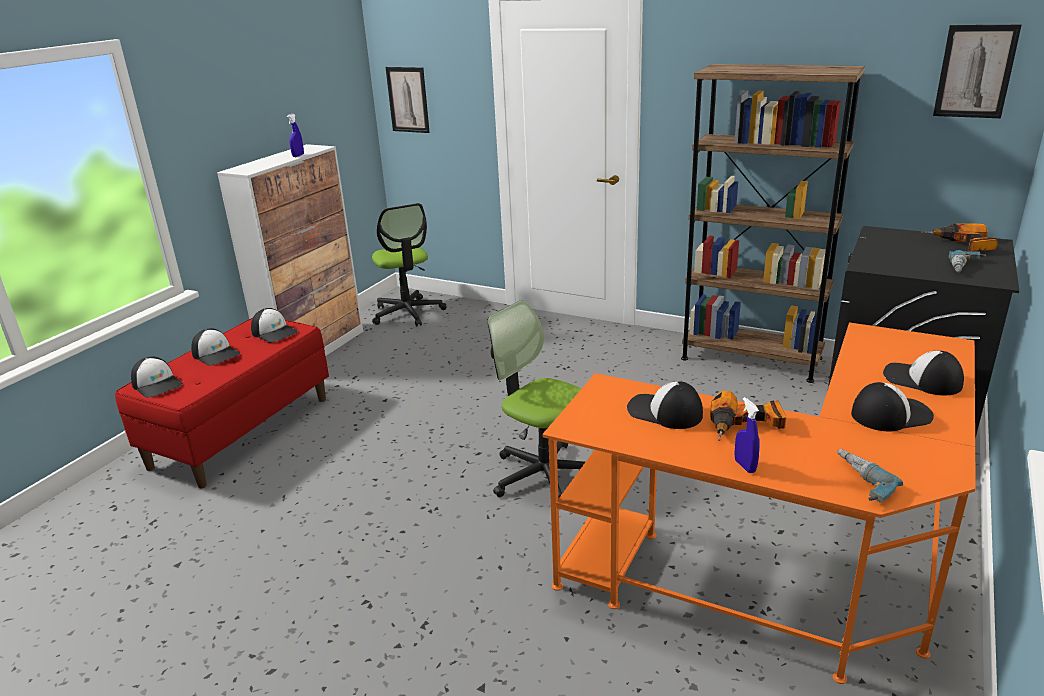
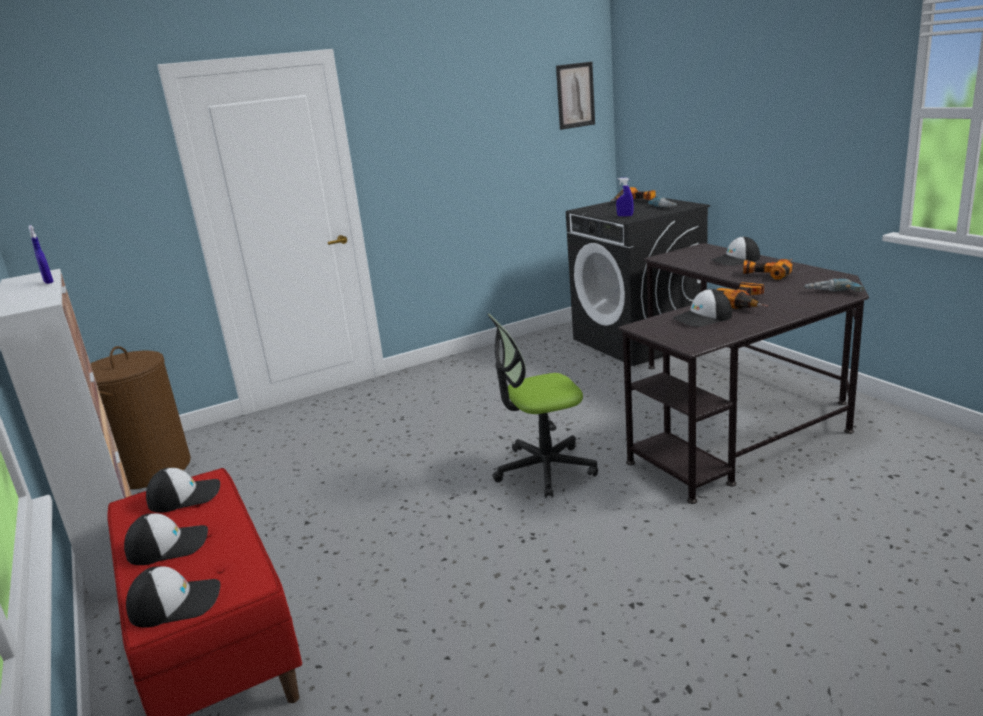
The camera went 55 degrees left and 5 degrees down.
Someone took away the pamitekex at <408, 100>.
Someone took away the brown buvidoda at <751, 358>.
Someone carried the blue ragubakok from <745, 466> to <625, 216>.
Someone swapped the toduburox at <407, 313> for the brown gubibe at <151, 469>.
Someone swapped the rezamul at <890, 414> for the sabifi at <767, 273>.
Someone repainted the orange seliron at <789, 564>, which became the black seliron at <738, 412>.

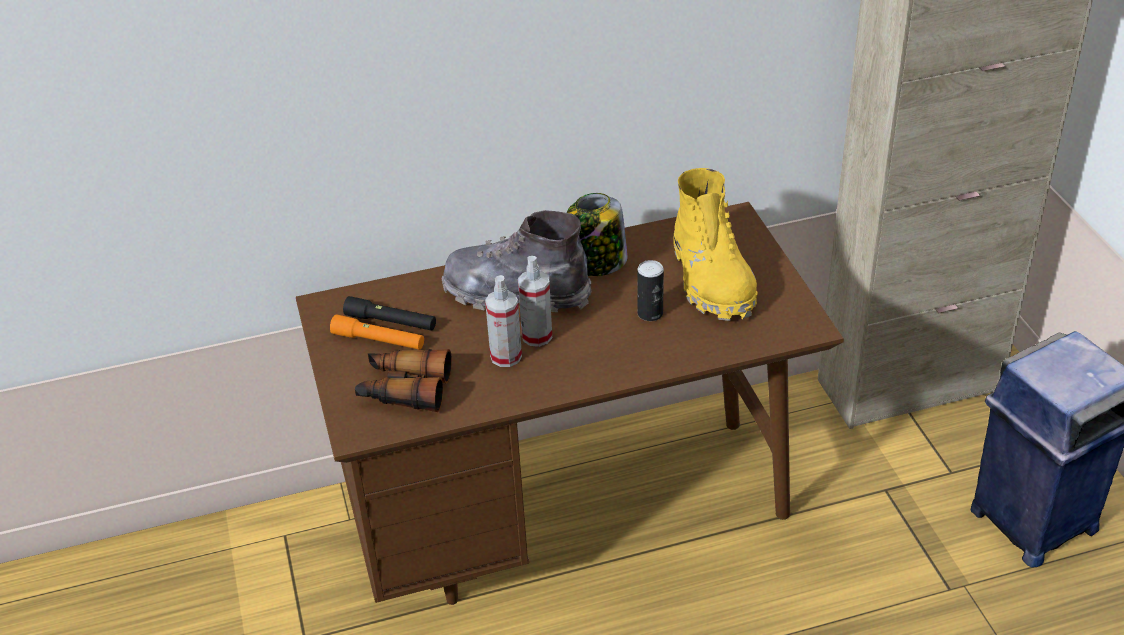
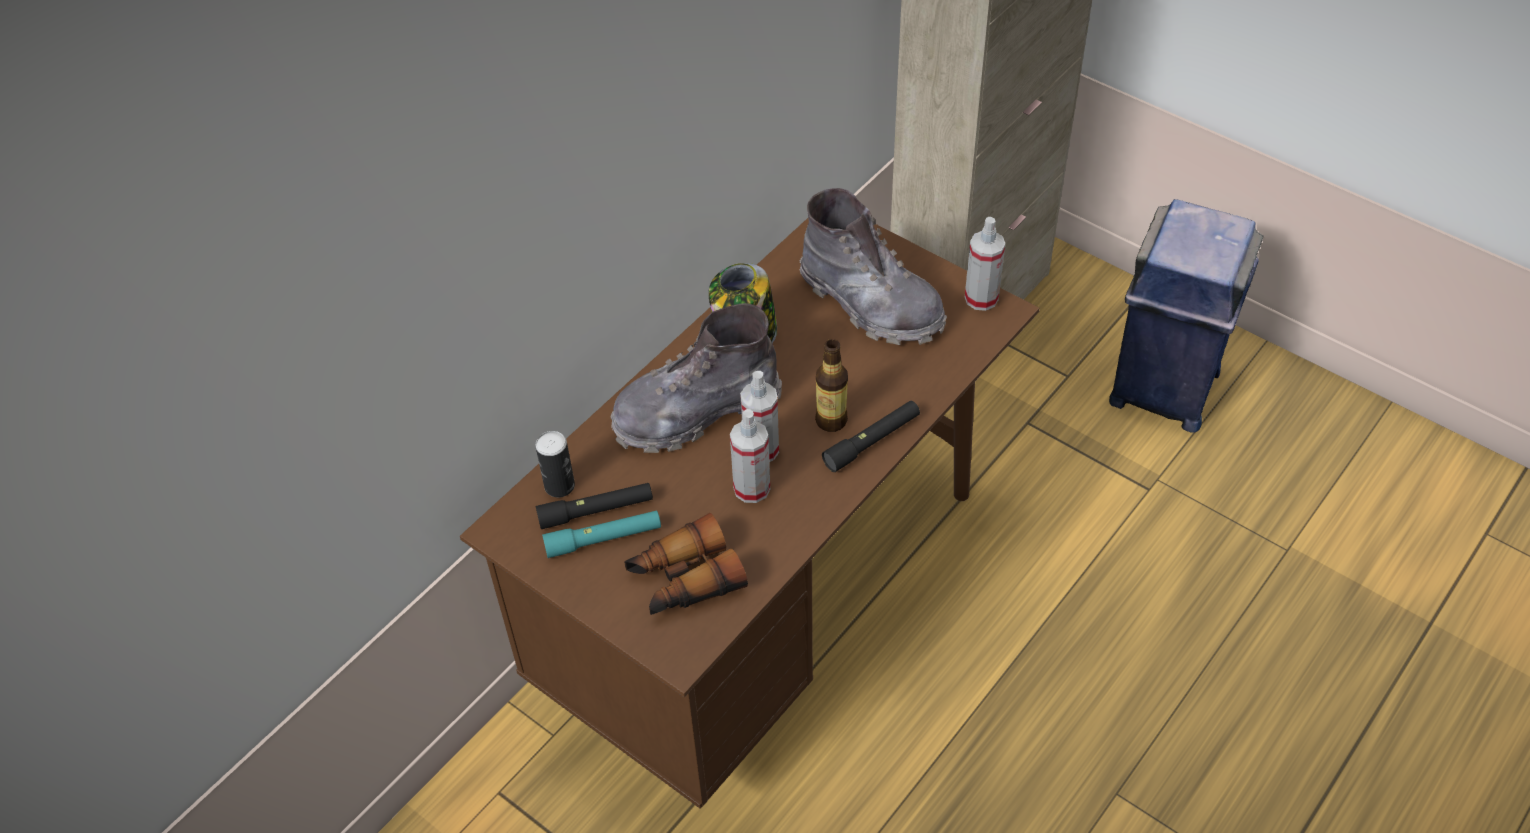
The camera went 35 degrees left and 10 degrees up.
Someone put down the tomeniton at <831, 420>.
Someone put down the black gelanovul at <872, 441>.
Someone put down the ragubakok at <981, 298>.
Someone carried the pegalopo from <650, 313> to <559, 486>.
Someone repainted the orange gelanovul at <378, 340>, which became the turquoise gelanovul at <603, 539>.
Someone repainted the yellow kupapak at <712, 280>, which became the grey kupapak at <871, 303>.

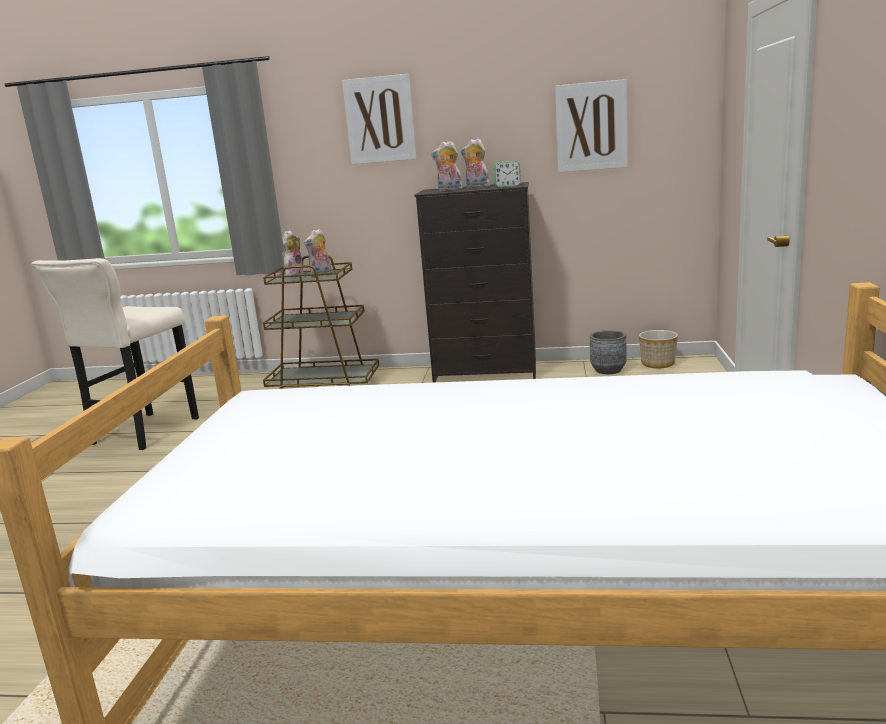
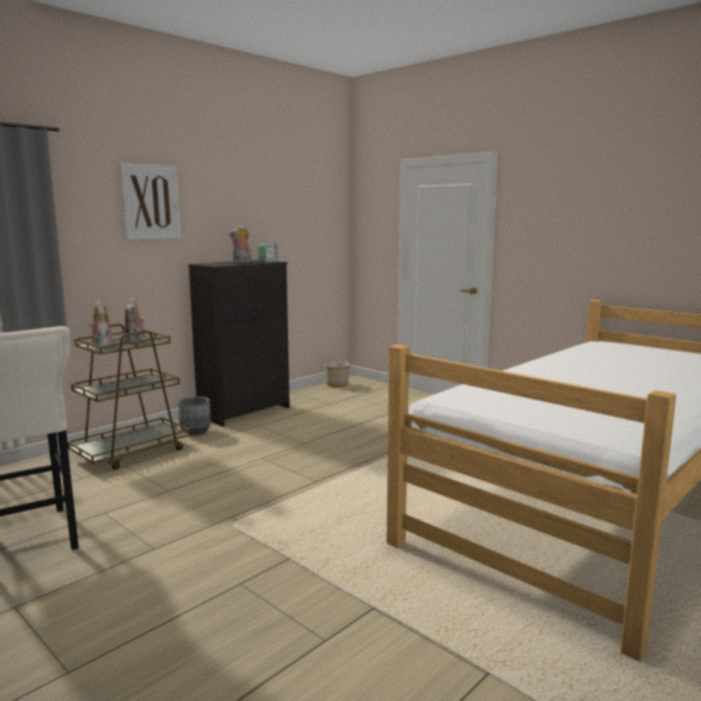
The camera went 55 degrees left and 5 degrees down.
Someone took away the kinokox at <449, 190>.
Someone took away the pamitekex at <591, 126>.
Someone carried the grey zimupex from <608, 370> to <195, 431>.

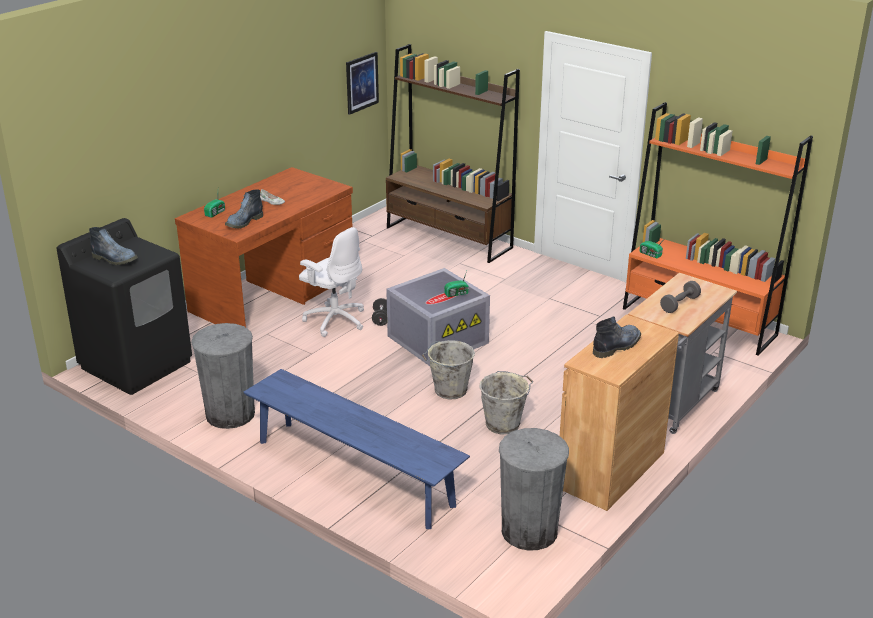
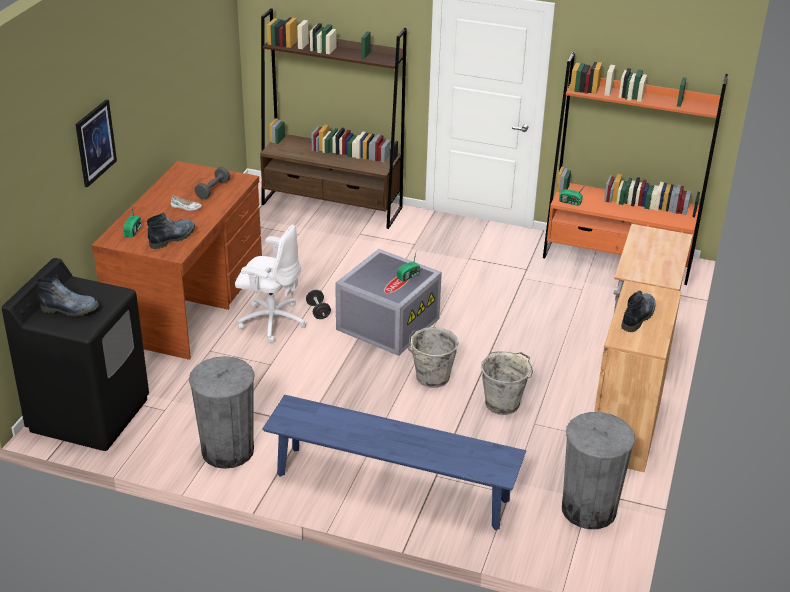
The camera went 20 degrees left and 5 degrees up.
Someone carried the pamitekex from <361, 82> to <95, 143>.
Someone carried the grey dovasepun from <679, 304> to <213, 190>.
Someone rotated the kupapak at <244, 222> by 150 degrees counterclockwise.

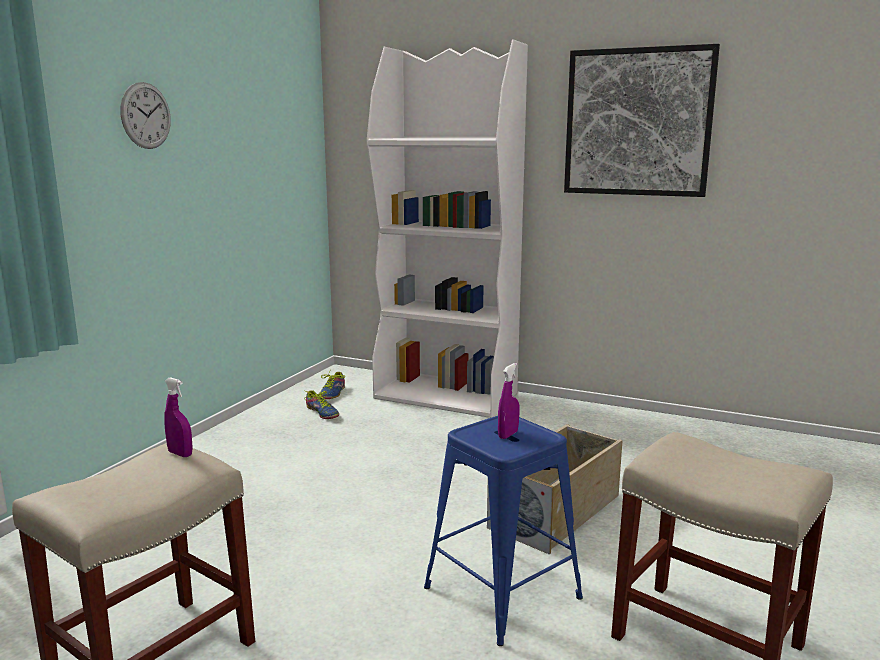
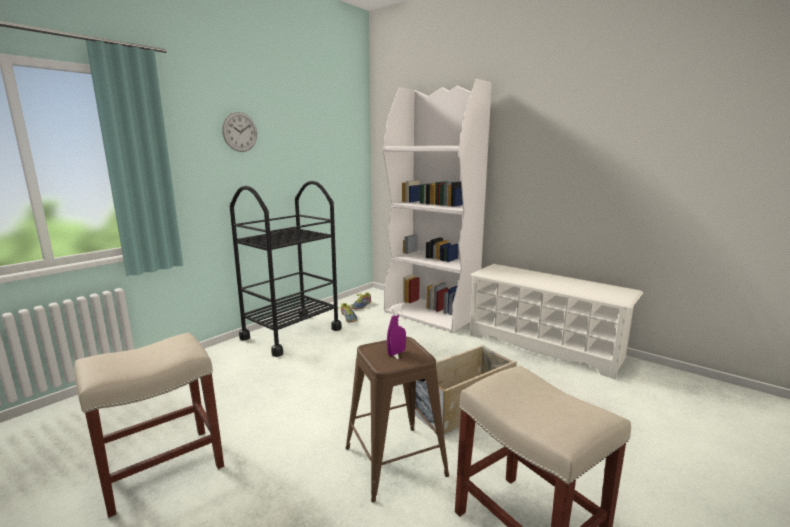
The camera went 15 degrees right and 0 degrees up.
Someone took away the purple ragubakok at <180, 454>.
Someone took away the pamitekex at <637, 122>.
Someone put down the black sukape at <291, 333>.
Someone put down the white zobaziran at <544, 346>.
Someone repainted the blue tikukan at <502, 593>, which became the brown tikukan at <395, 461>.

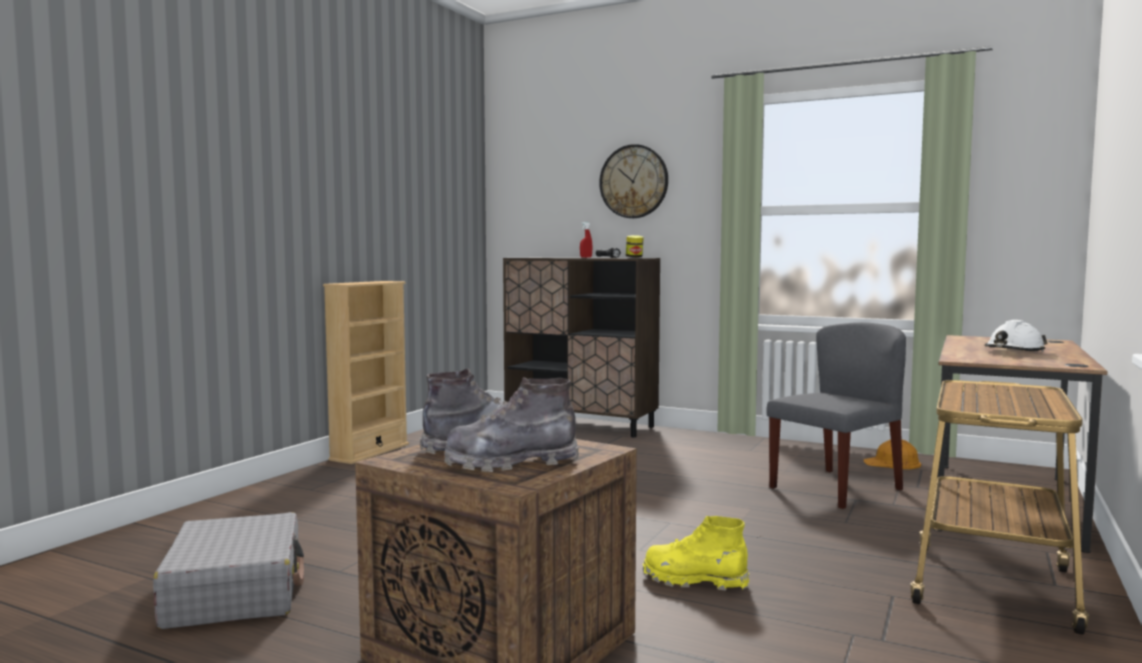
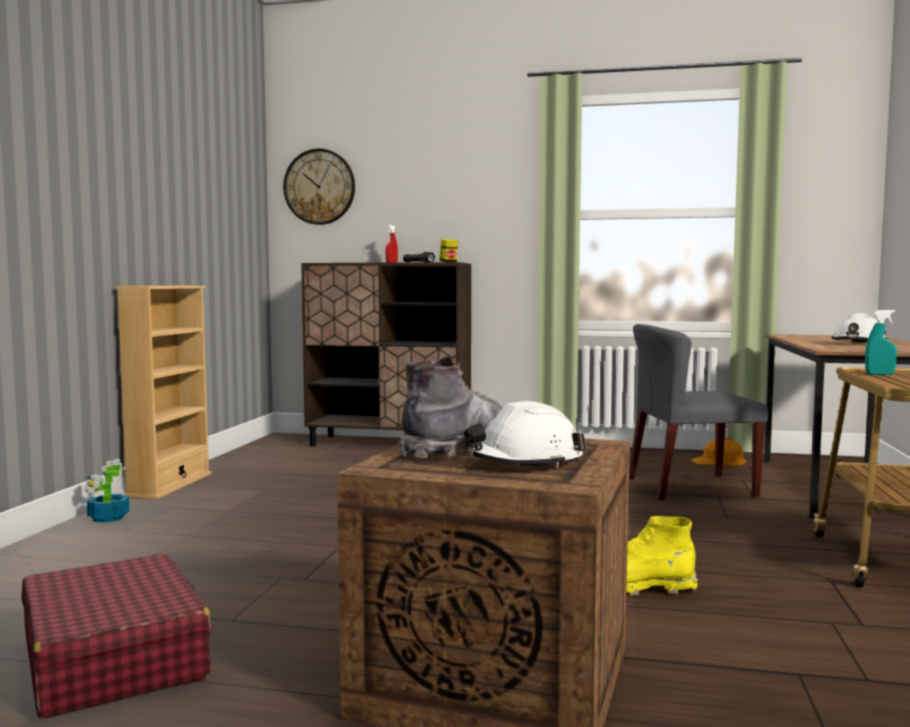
The camera went 15 degrees left and 0 degrees up.
Someone put down the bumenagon at <108, 518>.
Someone put down the turquoise ragubakok at <879, 374>.
Someone carried the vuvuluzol from <634, 181> to <319, 187>.
Someone swapped the grey kupapak at <511, 463> for the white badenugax at <524, 462>.
Someone repainted the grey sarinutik at <236, 591>, which became the red sarinutik at <114, 658>.
Someone rotated the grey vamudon at <836, 488> by 135 degrees counterclockwise.

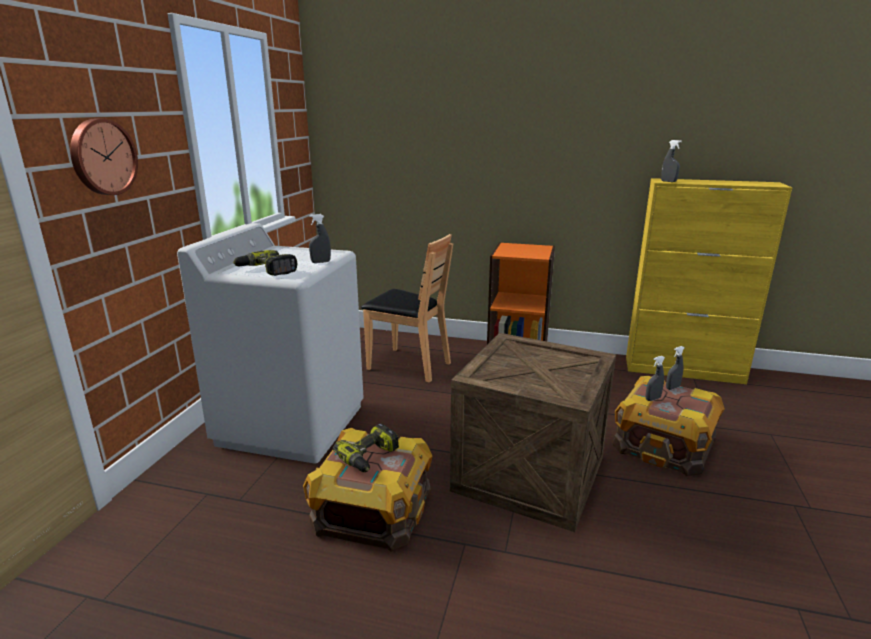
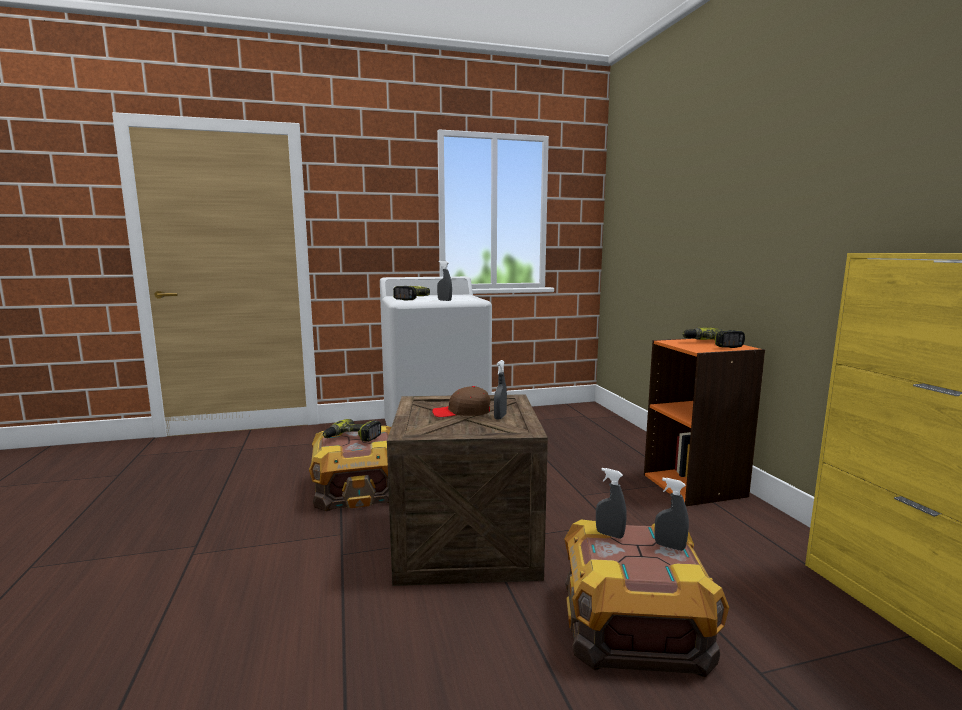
The camera went 60 degrees right and 10 degrees down.
Someone took away the vuvuluzol at <102, 157>.
Someone took away the brown vamudon at <409, 365>.
Someone put down the brown rezamul at <462, 412>.
Someone put down the sabifi at <711, 344>.
Someone carried the grey ragubakok from <668, 181> to <500, 417>.

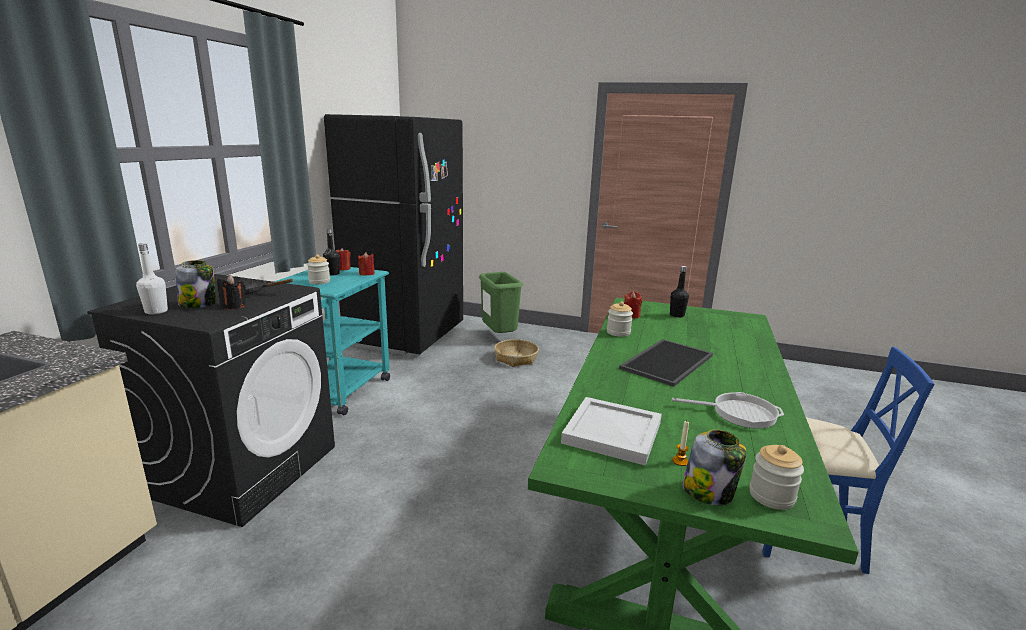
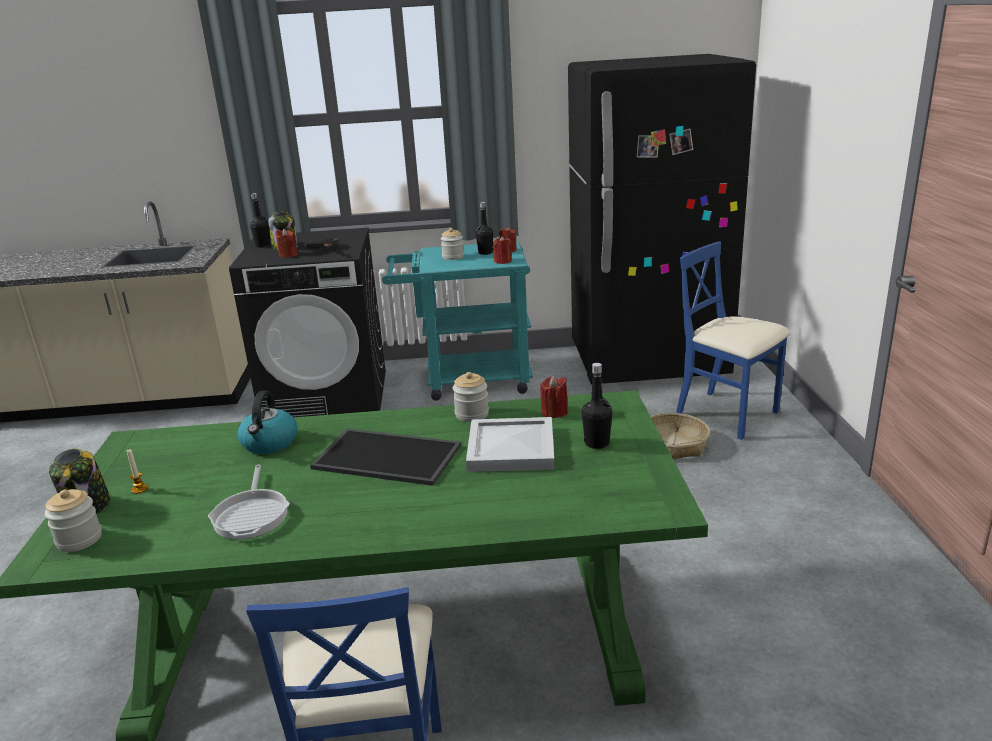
The camera went 70 degrees right and 5 degrees up.
Someone put down the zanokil at <270, 443>.
Someone carried the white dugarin from <611, 432> to <512, 447>.
Someone swapped the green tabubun at <498, 337> for the blue vamudon at <727, 414>.
Someone repainted the white tomeniton at <156, 311>, which became the black tomeniton at <263, 245>.
Someone repainted the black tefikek at <233, 306>, which became the red tefikek at <288, 255>.

